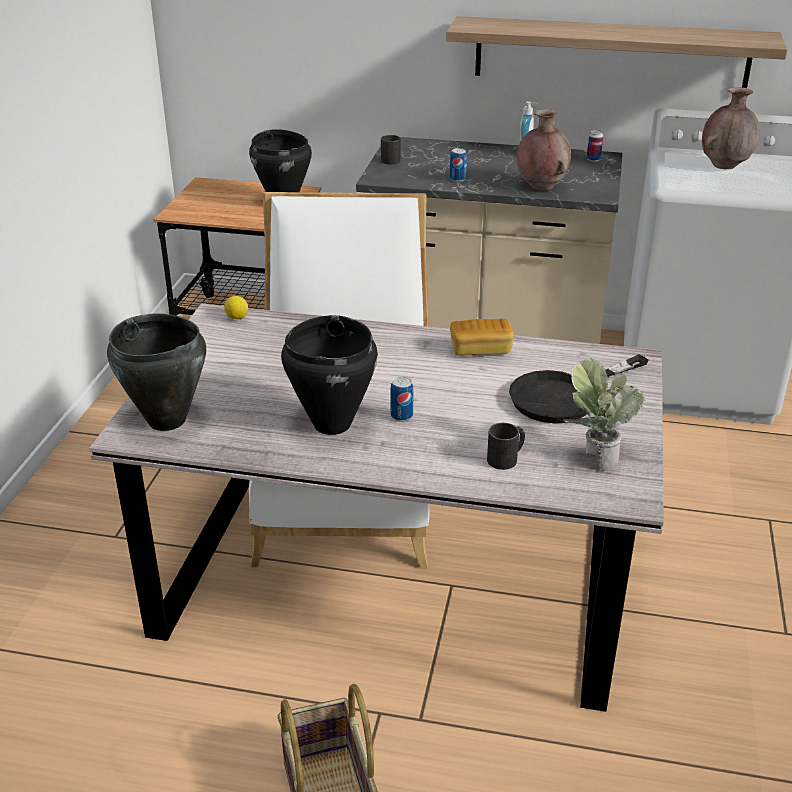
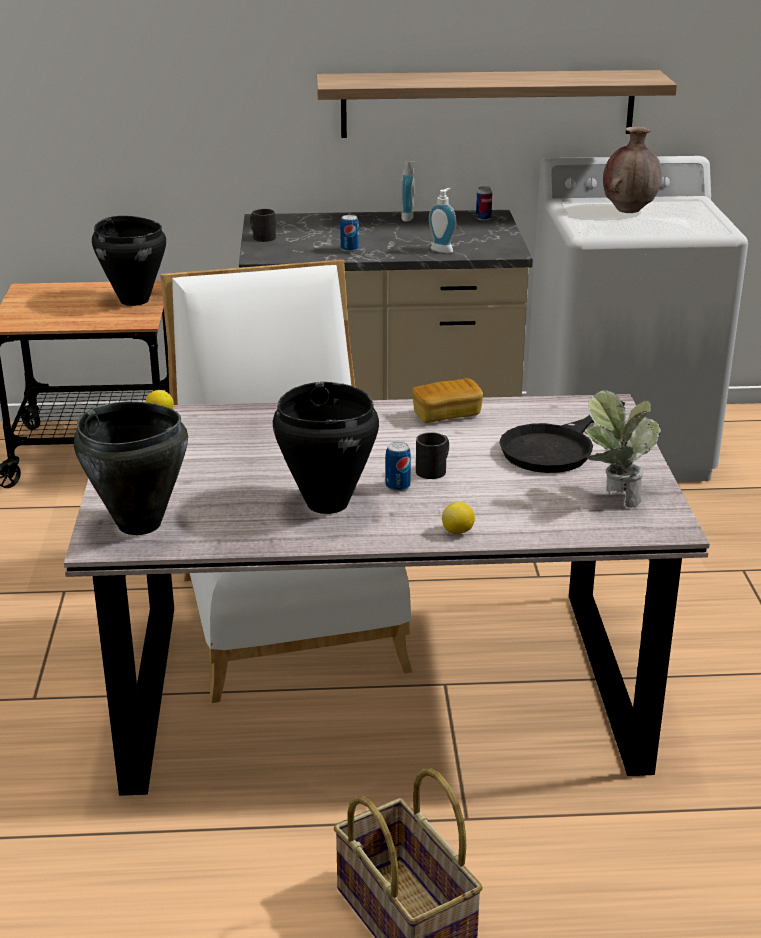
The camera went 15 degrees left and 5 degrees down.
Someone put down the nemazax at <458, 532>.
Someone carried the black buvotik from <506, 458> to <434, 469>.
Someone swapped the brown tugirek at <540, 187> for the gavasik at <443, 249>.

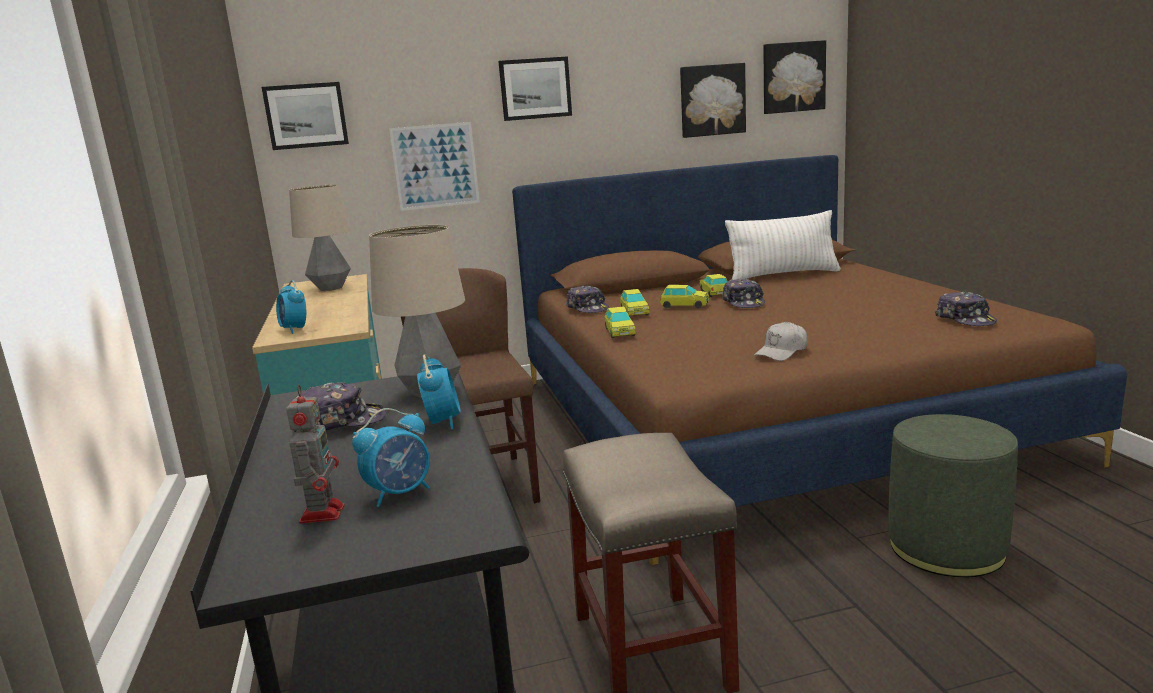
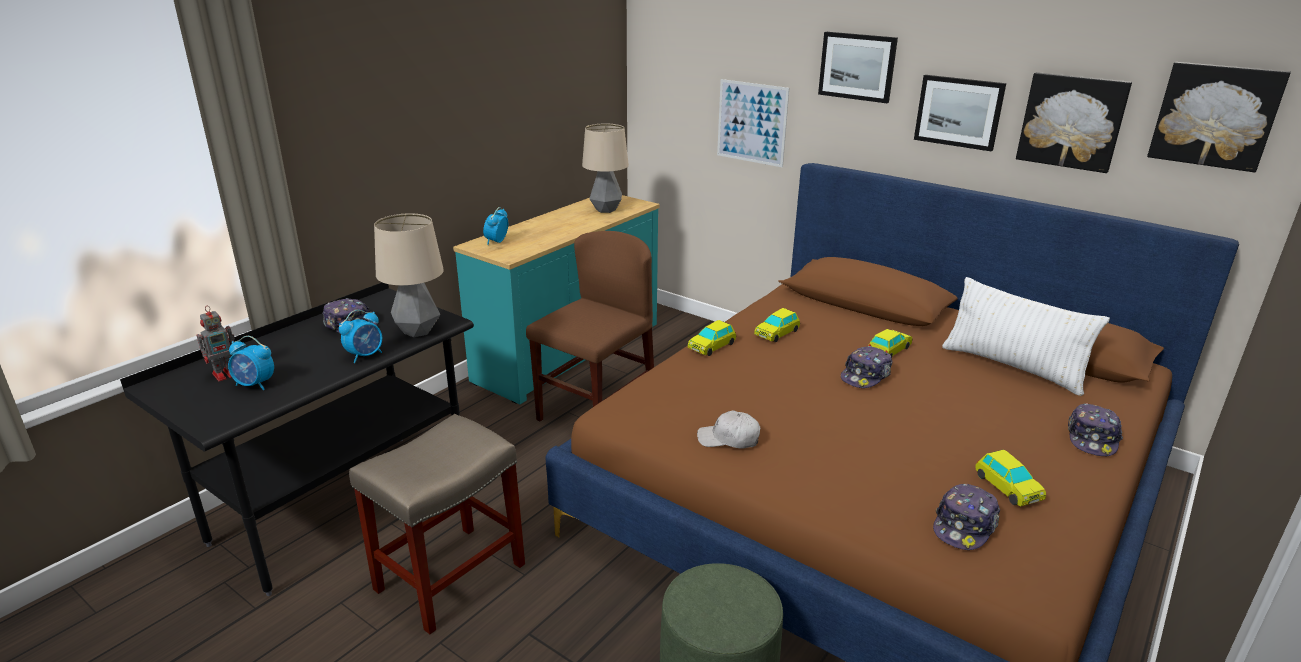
The camera went 50 degrees right and 10 degrees up.
Someone carried the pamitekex from <306, 116> to <959, 112>.
Someone carried the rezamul from <587, 308> to <1092, 438>.
Someone carried the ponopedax from <684, 305> to <1007, 488>.

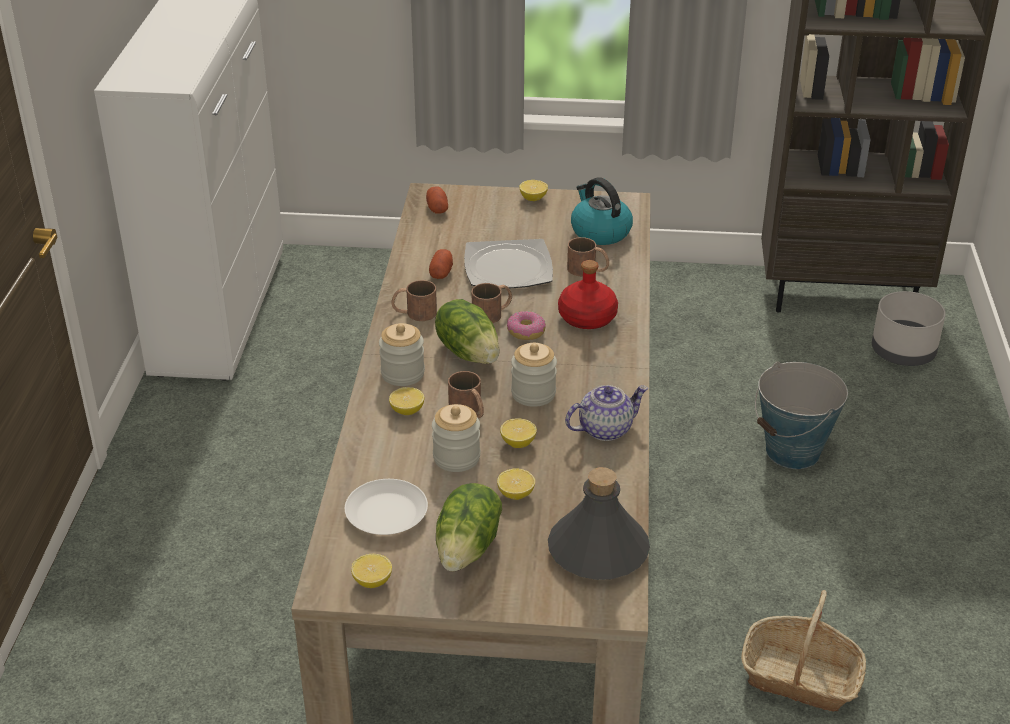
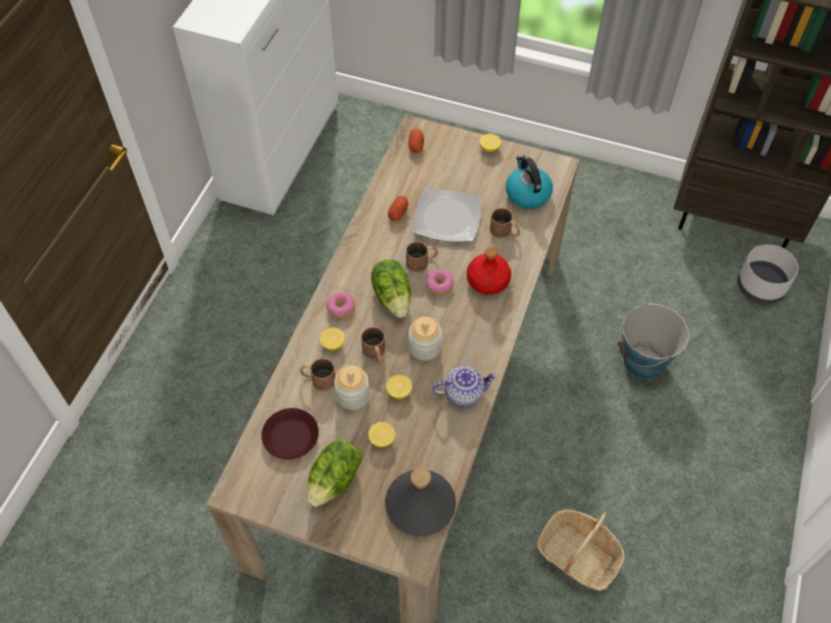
The camera went 15 degrees right and 20 degrees up.
Someone took away the nemazax at <372, 581>.
Someone carried the brown buvotik from <414, 313> to <318, 379>.
Someone swapped the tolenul at <402, 374> for the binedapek at <341, 308>.
Someone repainted the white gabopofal at <385, 514>, which became the brown gabopofal at <290, 436>.

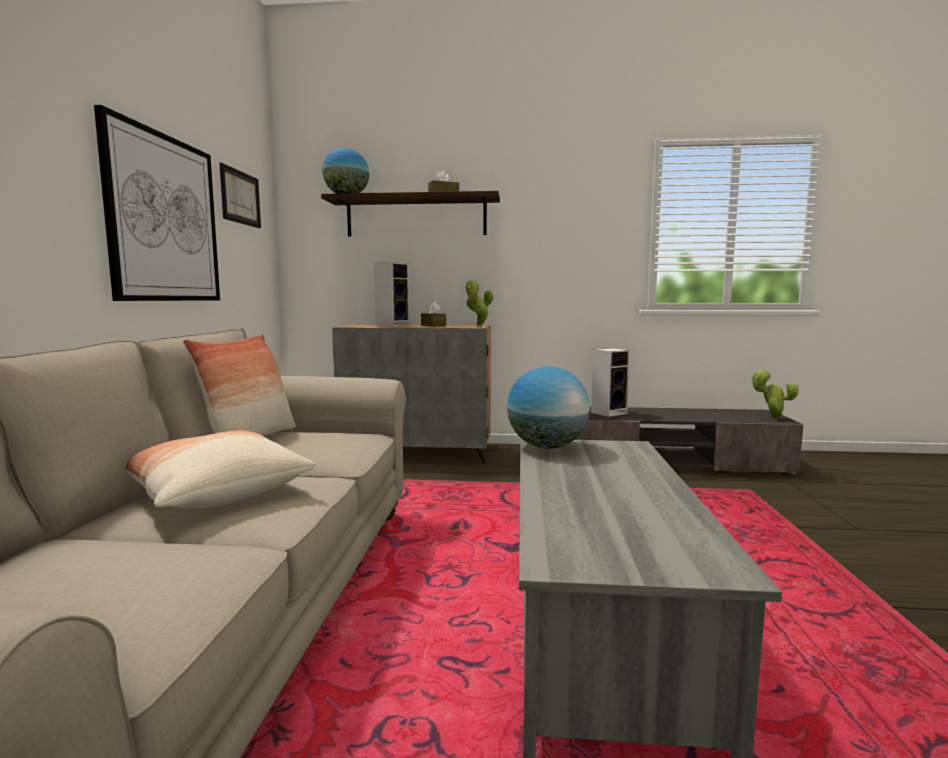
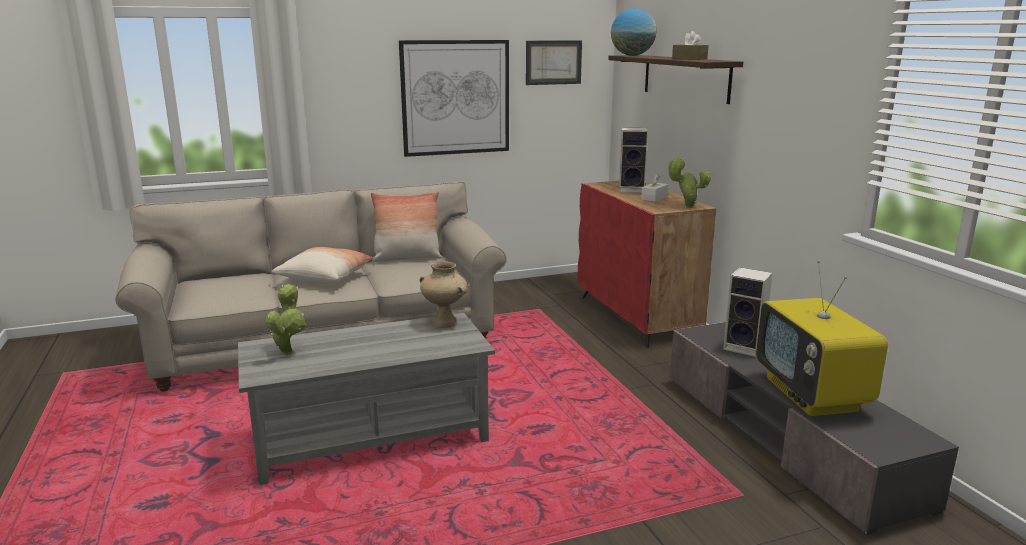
The camera went 65 degrees right and 10 degrees up.
Someone put down the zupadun at <812, 395>.
Someone carried the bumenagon from <772, 418> to <289, 352>.
Someone swapped the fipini at <547, 447> for the beige tugirek at <445, 322>.
Someone repainted the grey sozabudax at <418, 452>, which became the red sozabudax at <637, 317>.
Someone repainted the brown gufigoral at <433, 325>, which became the white gufigoral at <654, 198>.

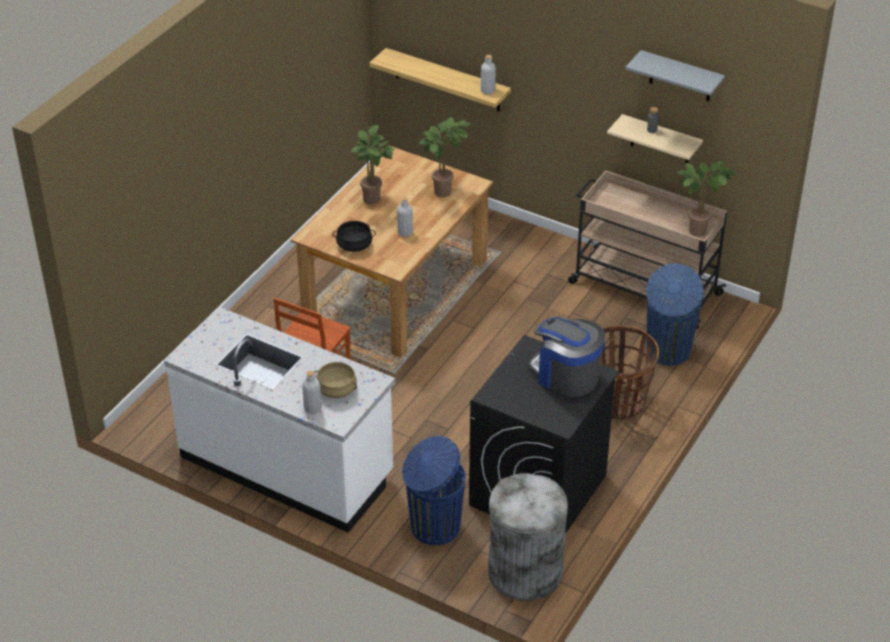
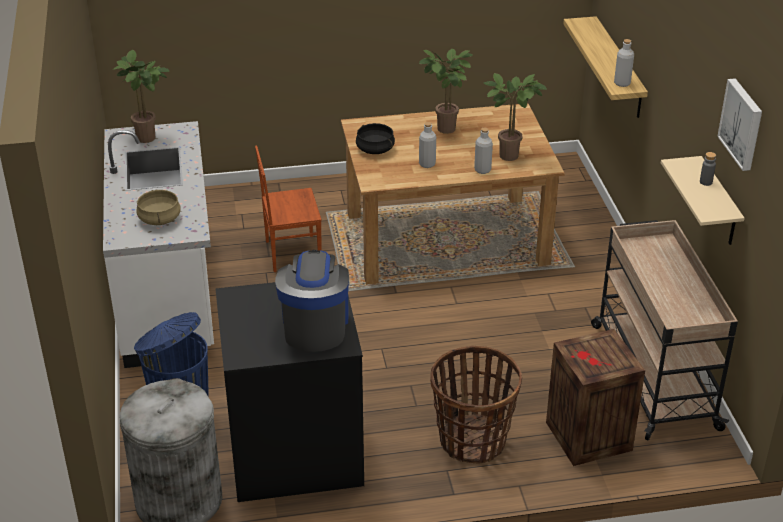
The camera went 50 degrees right and 5 degrees down.
Someone carried the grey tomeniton from <312, 408> to <482, 170>.
Someone carried the bumenagon from <700, 230> to <149, 138>.
Someone swapped the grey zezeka at <680, 77> for the pamitekex at <742, 124>.
Someone swapped the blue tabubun at <667, 351> for the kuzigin at <588, 437>.

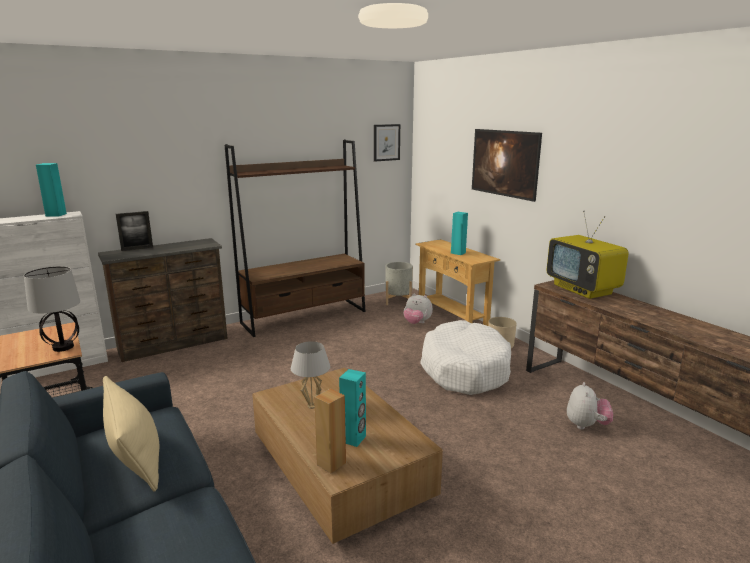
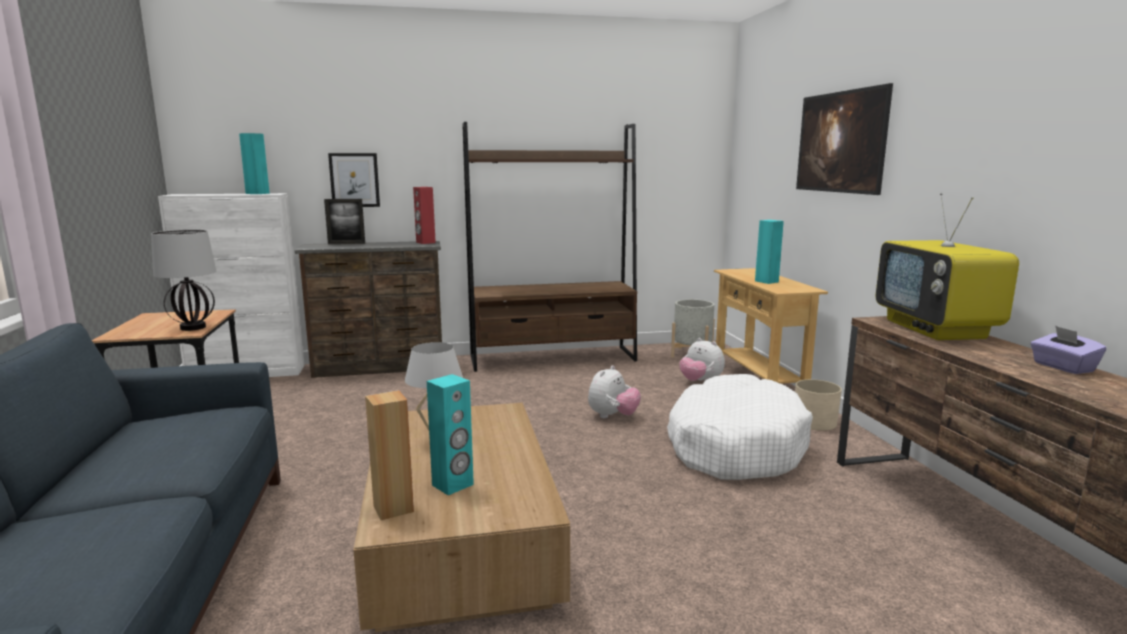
The camera went 20 degrees right and 5 degrees down.
Someone took away the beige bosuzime at <135, 456>.
Someone put down the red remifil at <425, 242>.
Someone put down the purple gufigoral at <1062, 367>.
Someone carried the pamitekex from <386, 142> to <354, 180>.
Someone carried the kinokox from <586, 425> to <612, 416>.

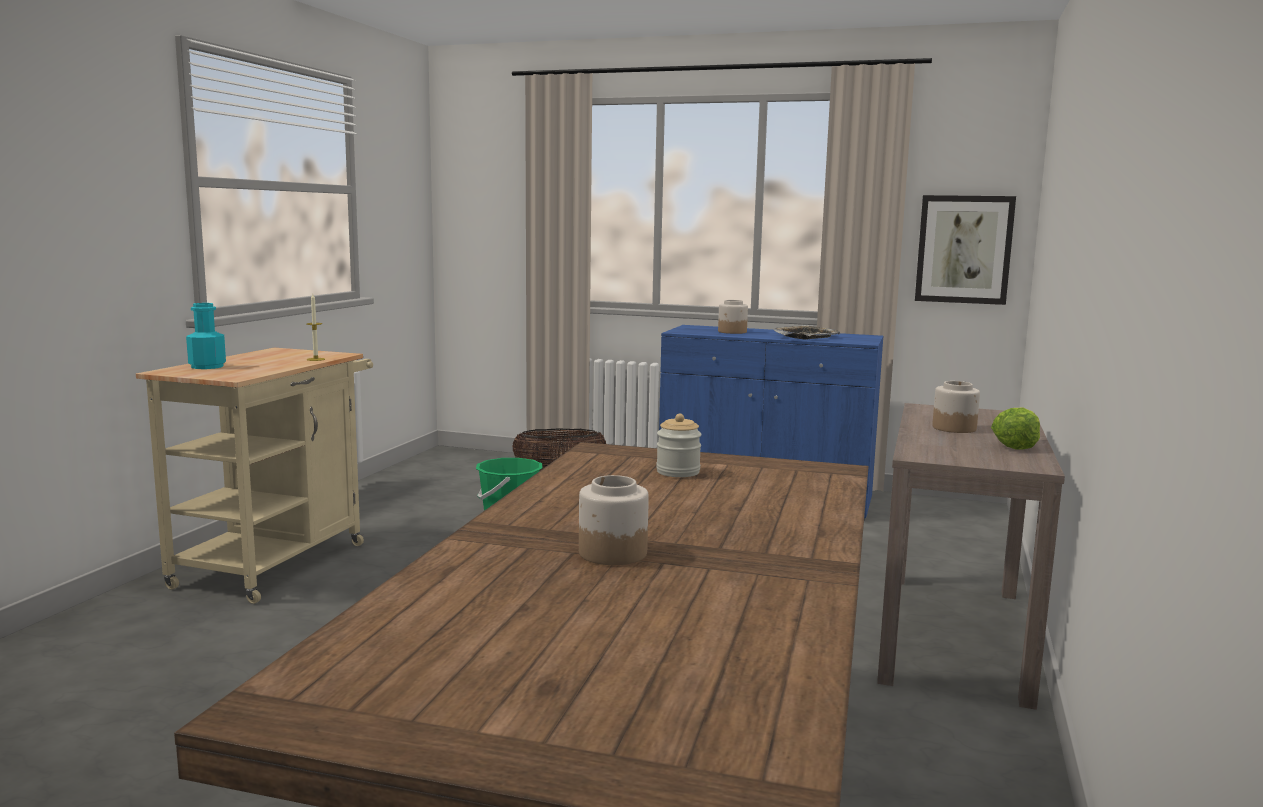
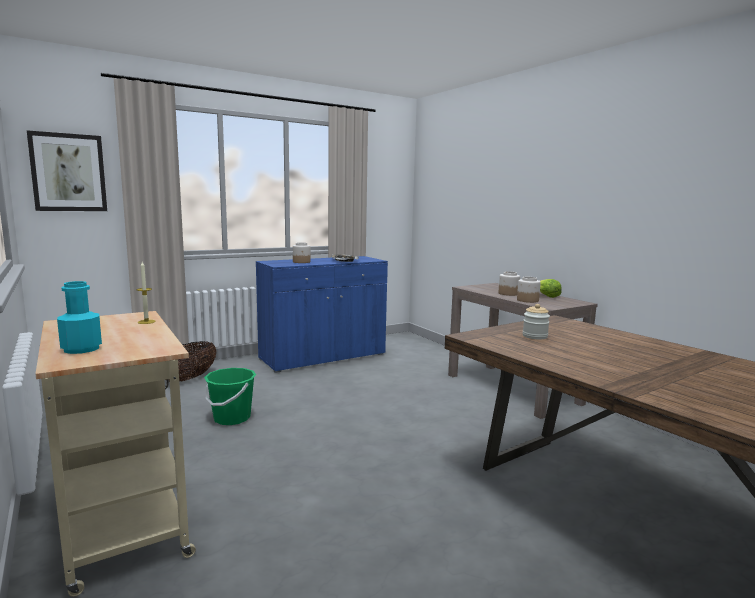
The camera went 50 degrees left and 0 degrees up.
Someone carried the tolenul from <612, 553> to <527, 300>.
Someone carried the pamitekex from <964, 249> to <68, 172>.

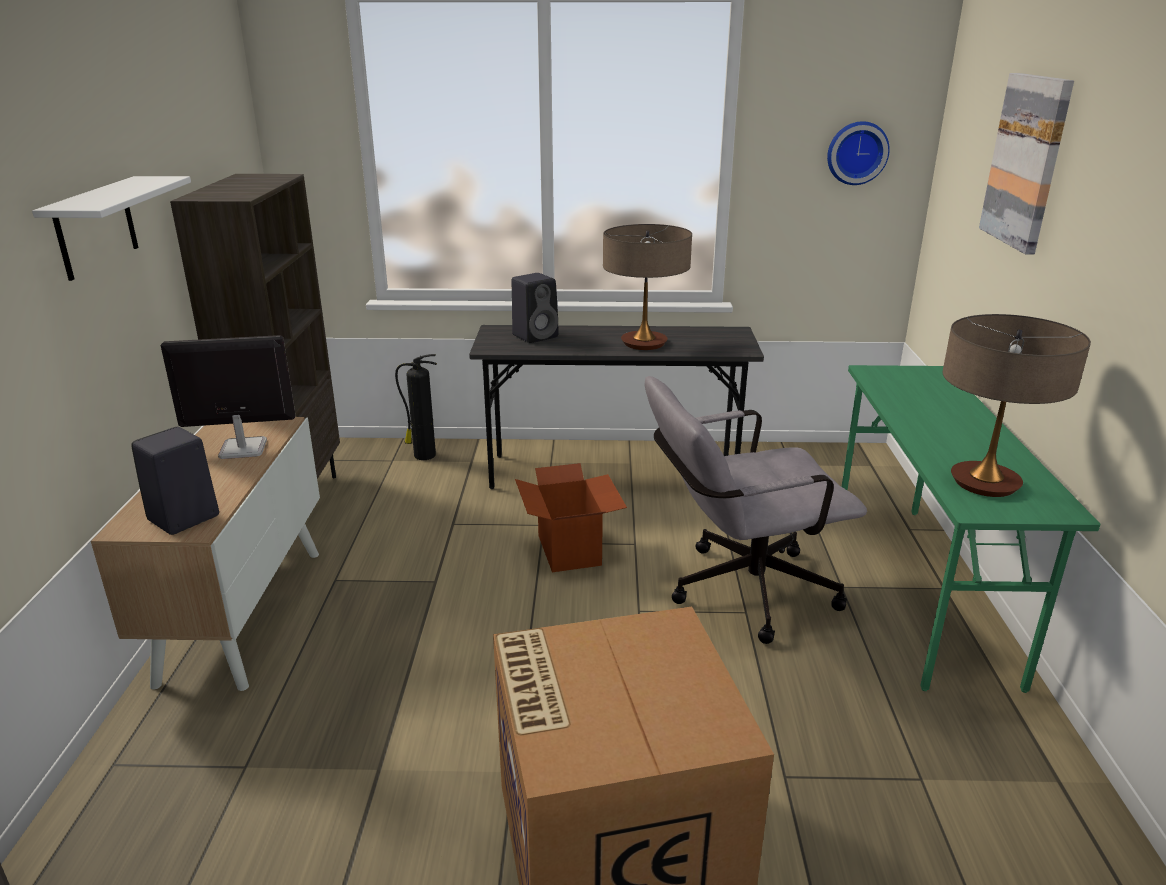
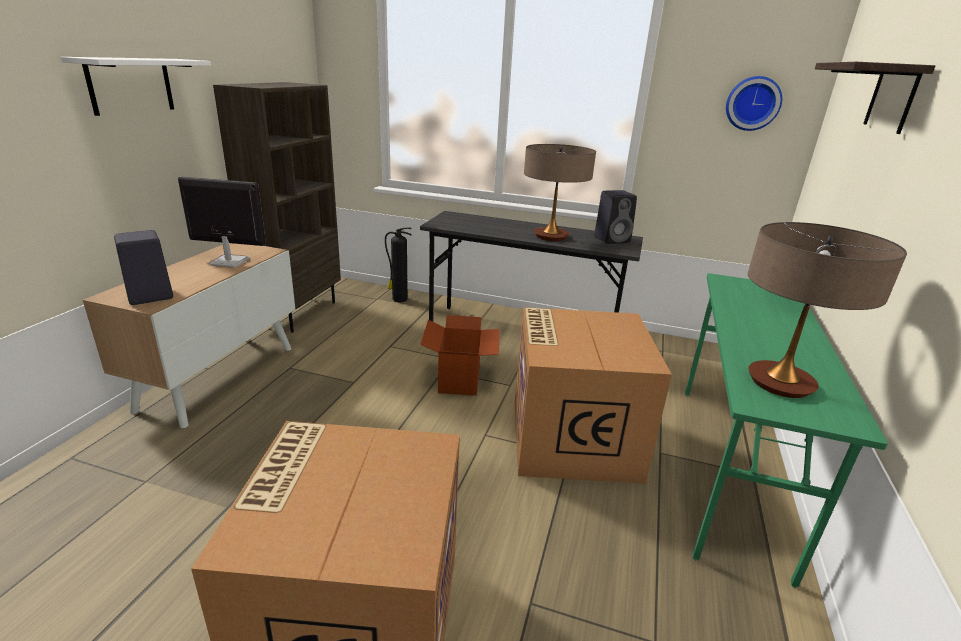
The camera went 15 degrees right and 0 degrees up.
Someone carried the black remifil from <536, 335> to <612, 239>.
Someone swapped the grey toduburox at <738, 592> for the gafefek at <571, 437>.
Someone swapped the pamitekex at <1026, 161> for the zezeka at <892, 97>.

